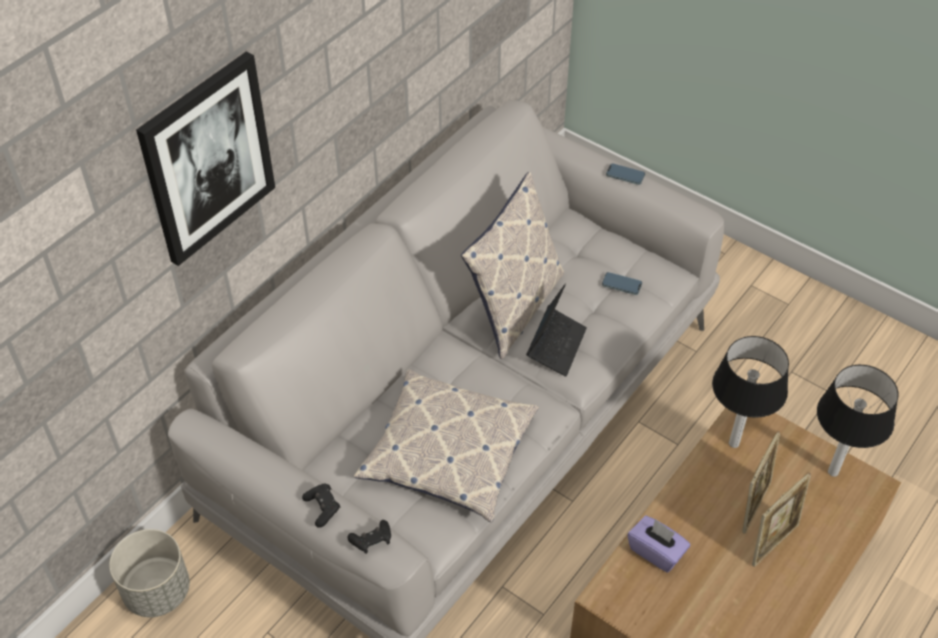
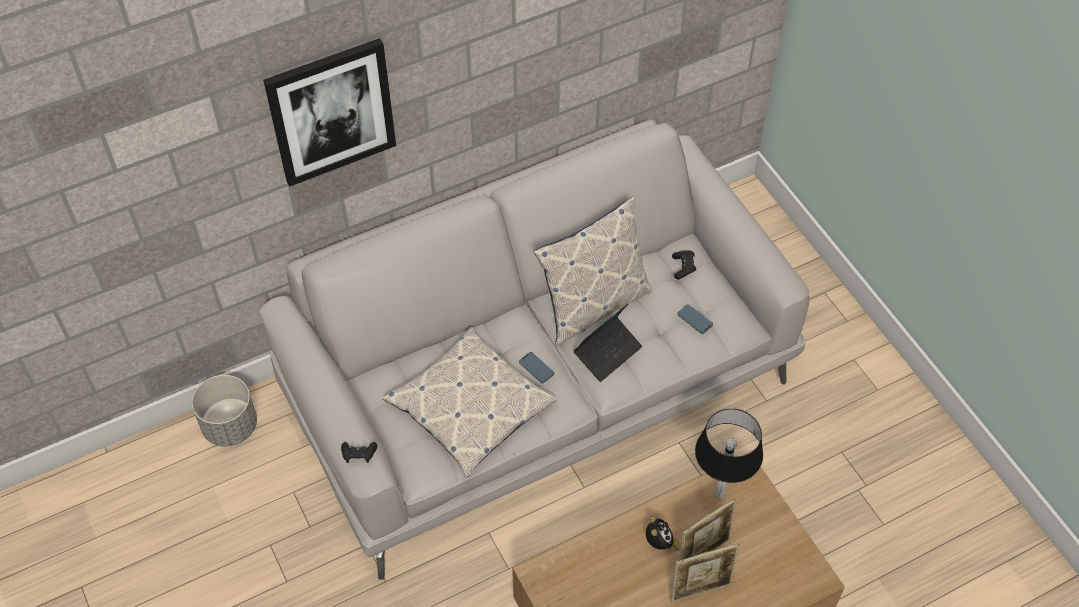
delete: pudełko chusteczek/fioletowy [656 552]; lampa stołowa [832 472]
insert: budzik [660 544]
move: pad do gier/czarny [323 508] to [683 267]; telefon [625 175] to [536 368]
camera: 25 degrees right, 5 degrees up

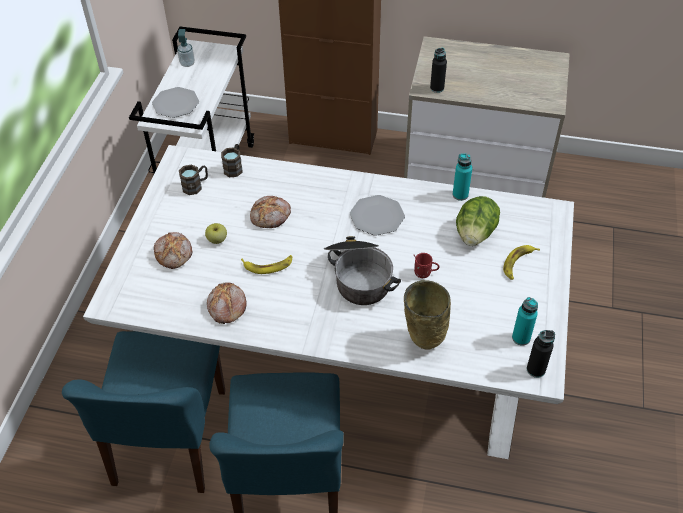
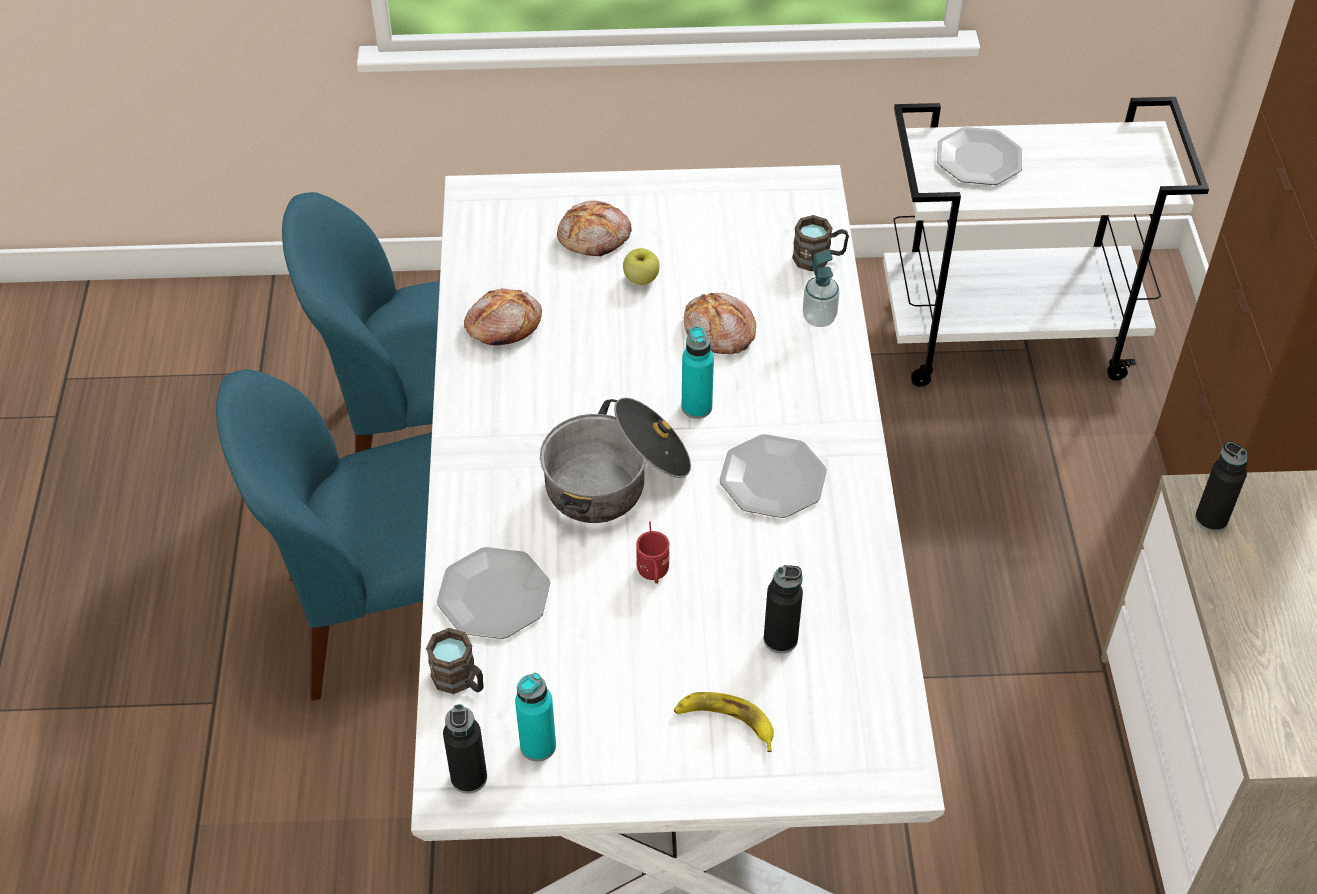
delete: banan [268 265]
move: dozownik mydła [187 63] to [819 318]; kubek/brązowy [196 186] to [460 680]; butelka/turkusowy [460 195] to [696 407]
replace: wazon/beżowy [423 341] to talerz [494 595]; sałata [475 234] to butelka/czarny [780 639]
camera: 75 degrees right, 0 degrees up

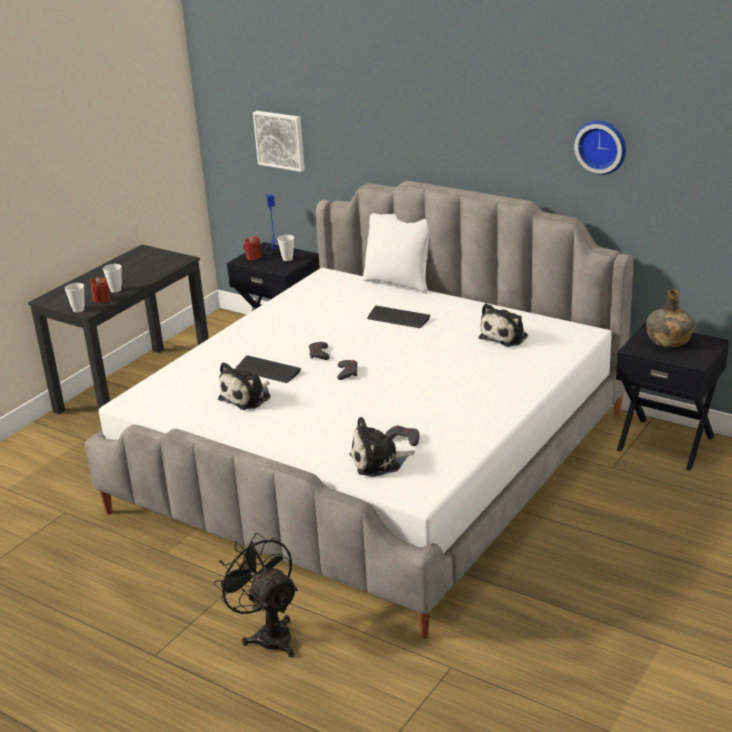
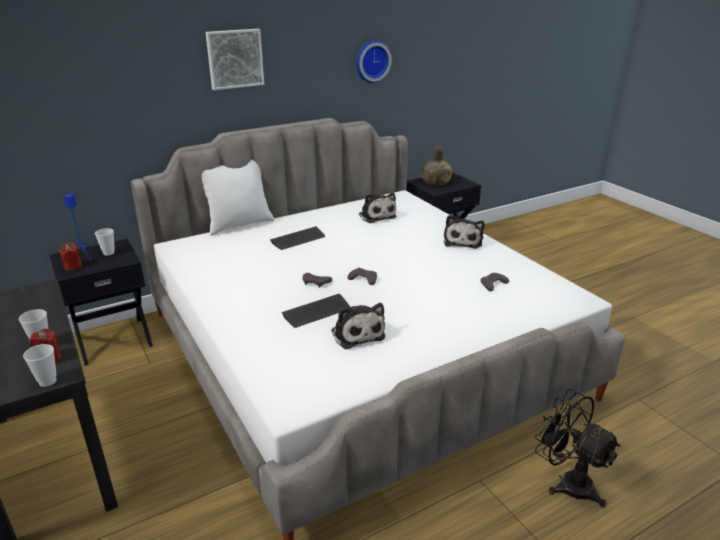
move: obraz [280 140] to [234 58]; pluszak [379 462] to [463 241]
rotate: wentylator/czarny [268 634] = [567 482] 60 degrees clockwise
camera: 65 degrees left, 0 degrees up

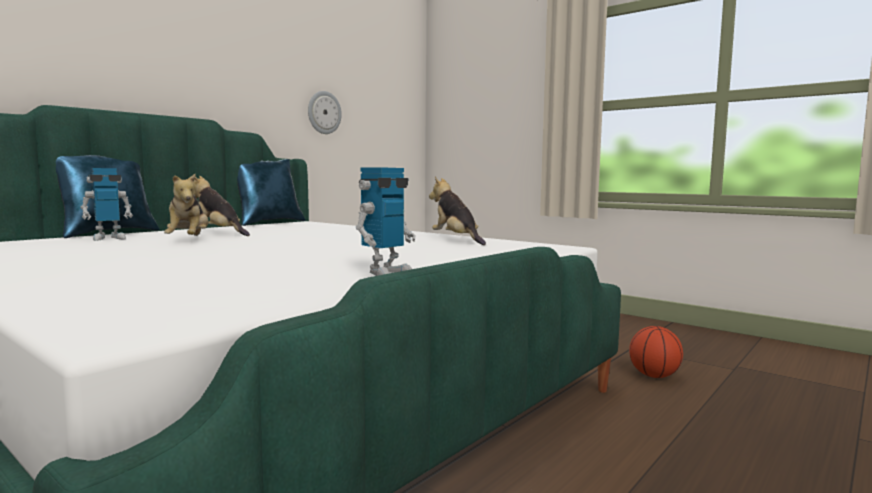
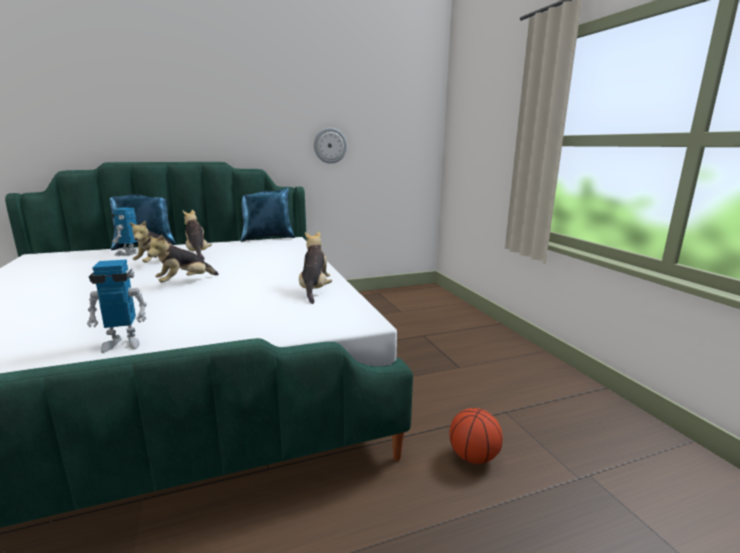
insert: pluszak [184 282]
rotate: robot zabawkowy [108 238] = [128 253] 105 degrees clockwise
camera: 30 degrees right, 10 degrees up

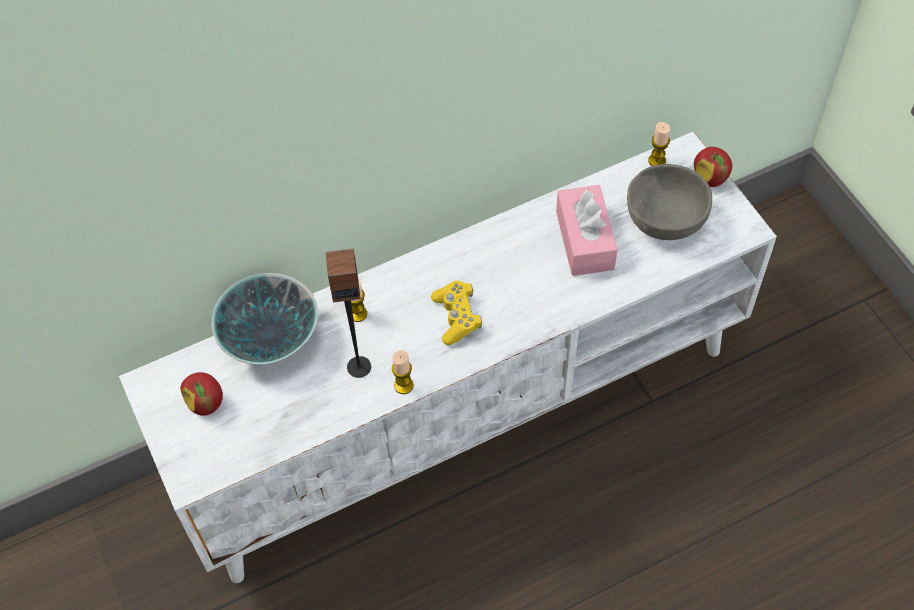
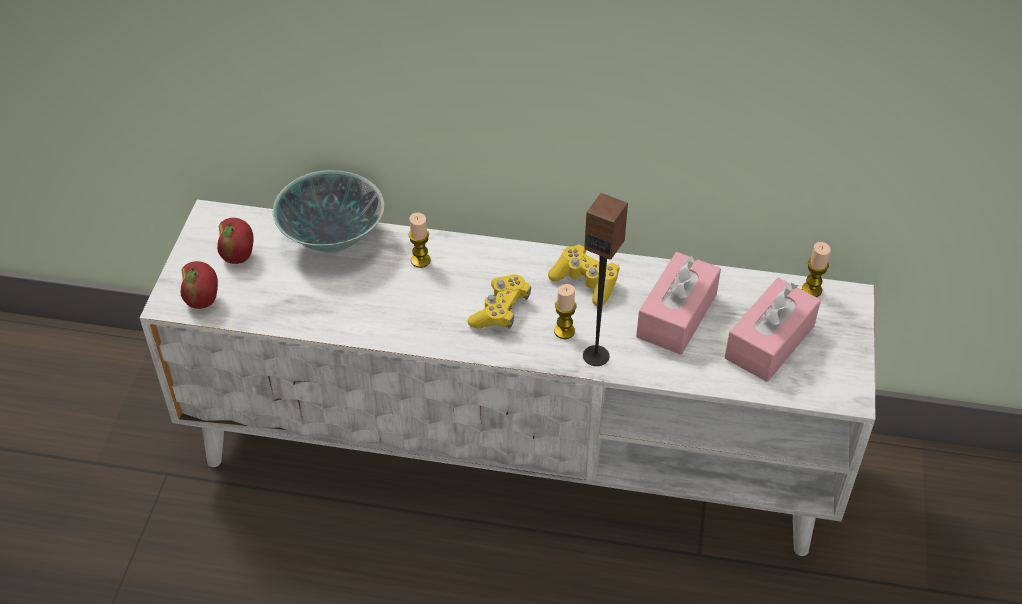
insert: pad do gier/żółty [585 282]
move: głośnik [359 366] to [596 355]; świeca [403 385] to [564 331]; jabłko [710 179] to [203 300]
replace: miska/szary [663 221] to pudełko chusteczek/różowy [769 342]
camera: 35 degrees right, 10 degrees down

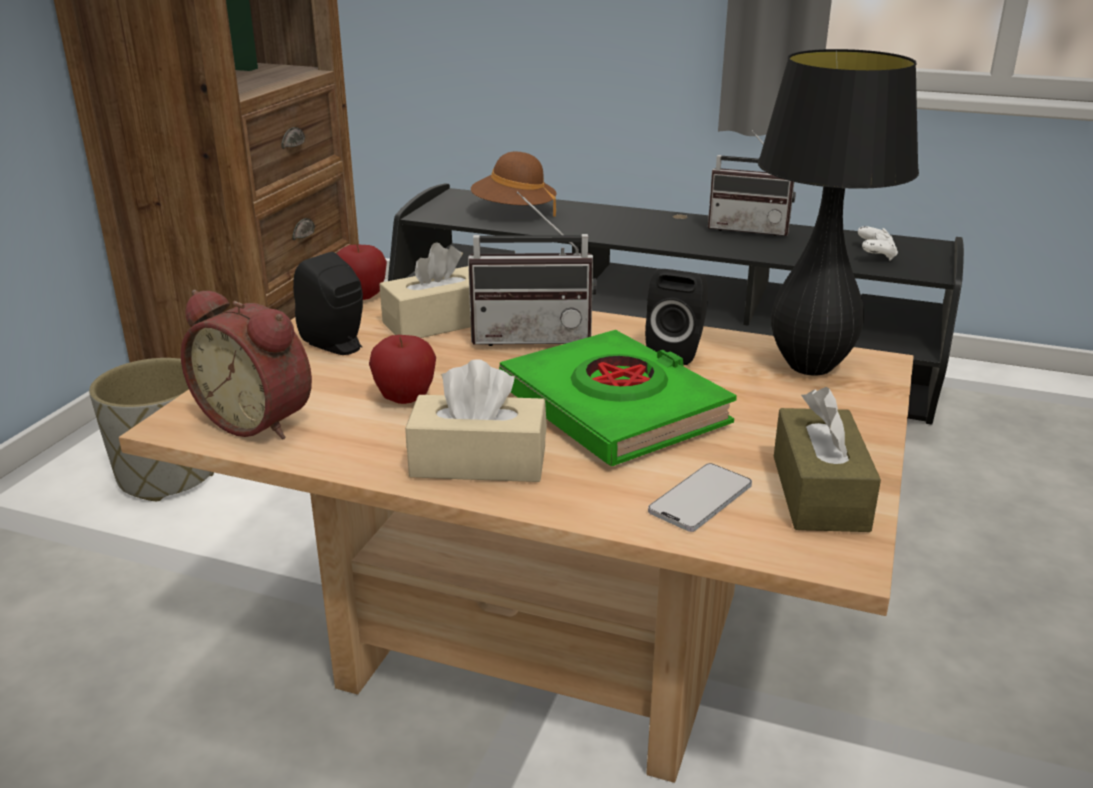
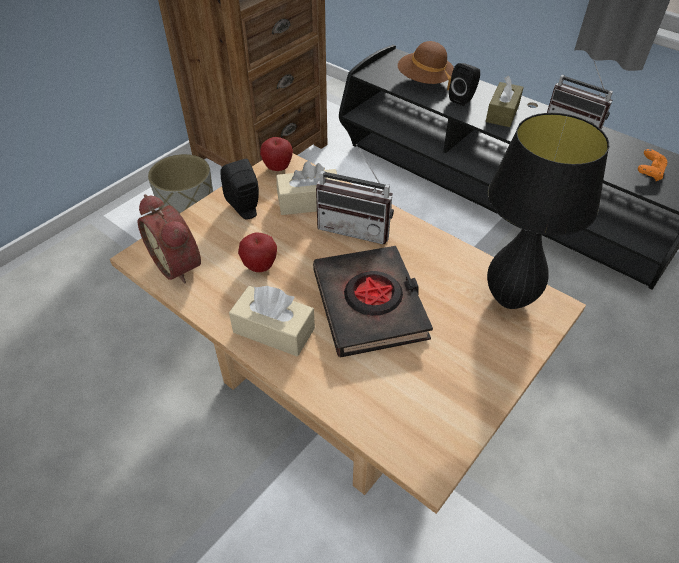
delete: telefon [700 499]
move: głośnik/czarny [677 351] to [463 99]; pudełko chusteczek/brązowy [819 492] to [502 113]
recolor: książka/zielony [614 408] to książka/czarny [370 305]; pad do gier/biały [875 254] to pad do gier/pomarańczowy [649 172]
camera: 20 degrees right, 20 degrees up

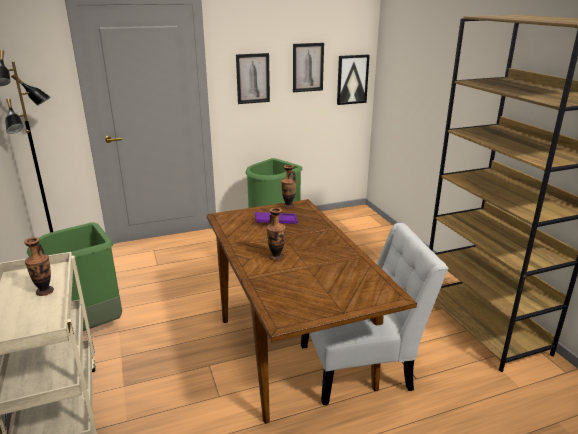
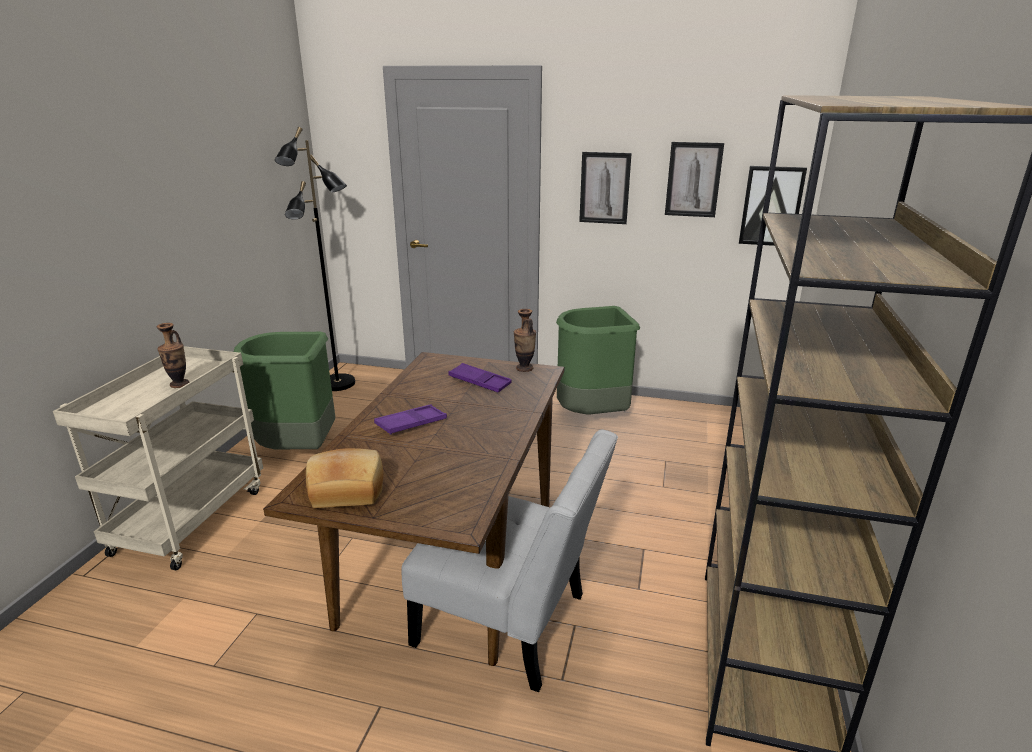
insert: chleb [347 490]
replace: wazon [276 257] to taca/fioletowy [411 424]
camera: 35 degrees right, 0 degrees up

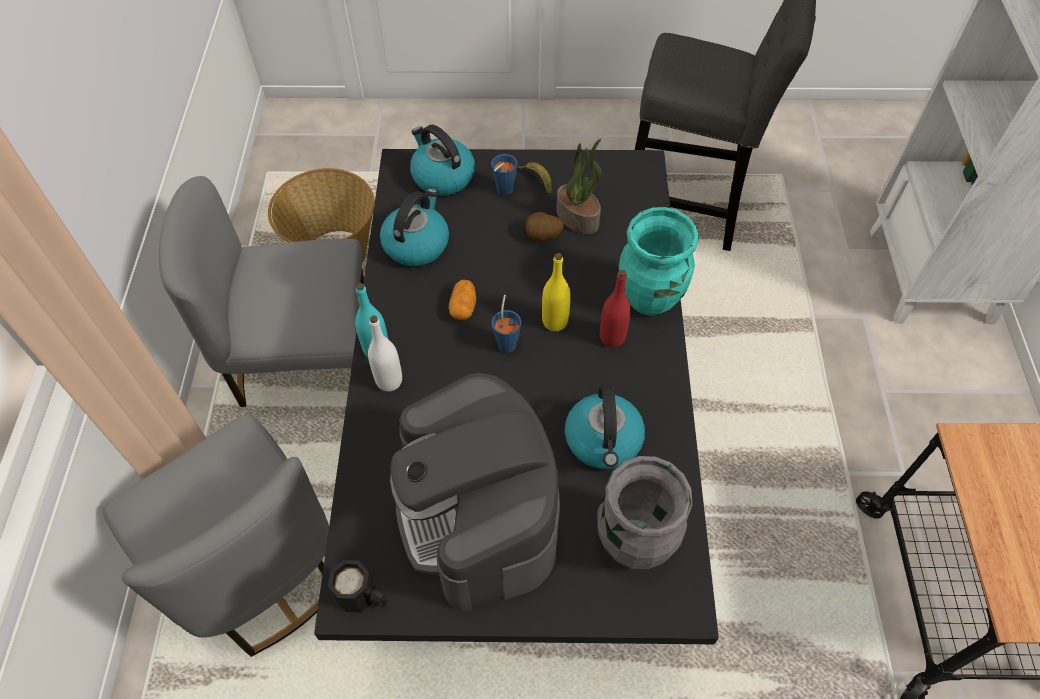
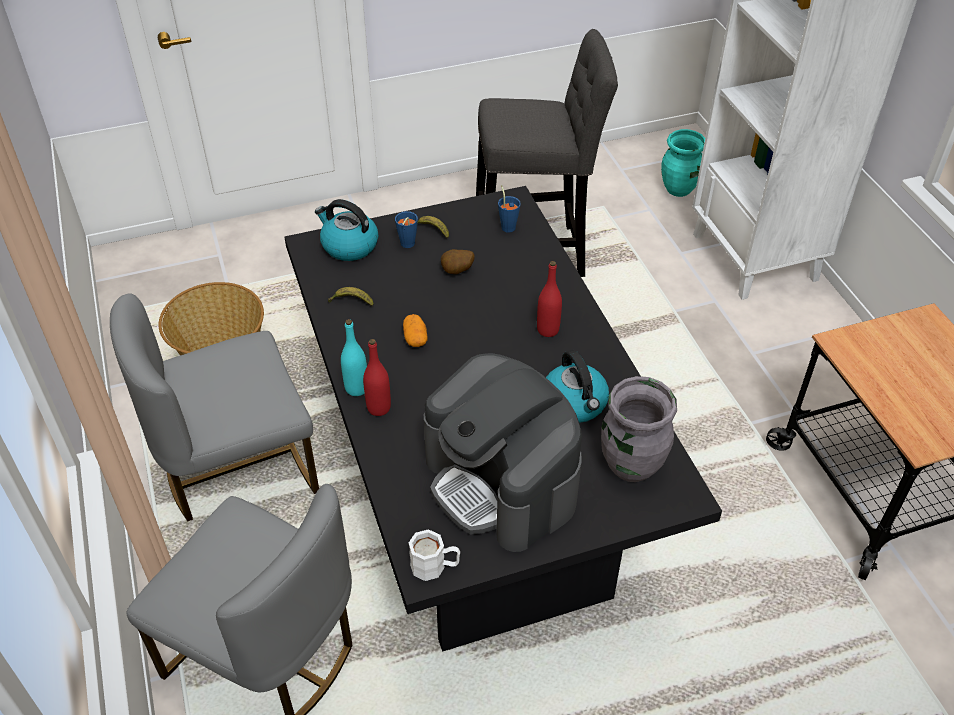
delete: butelka/żółty [555 322]; roślina doniczkowa [578 217]
move: filiżanka/niebieski [507 341] to [507 225]; wazon/turkusowy [650 299] to [679 189]
replace: czajnik [416 244] to banan [351 301]
recolor: kubek/czarny [363 597] to kubek/biały [435 566]; butelka/biały [389 381] to butelka/czerwony [378 408]
camera: 20 degrees left, 10 degrees down

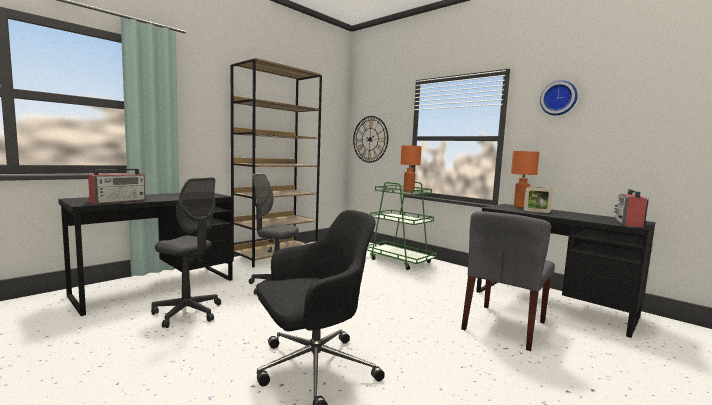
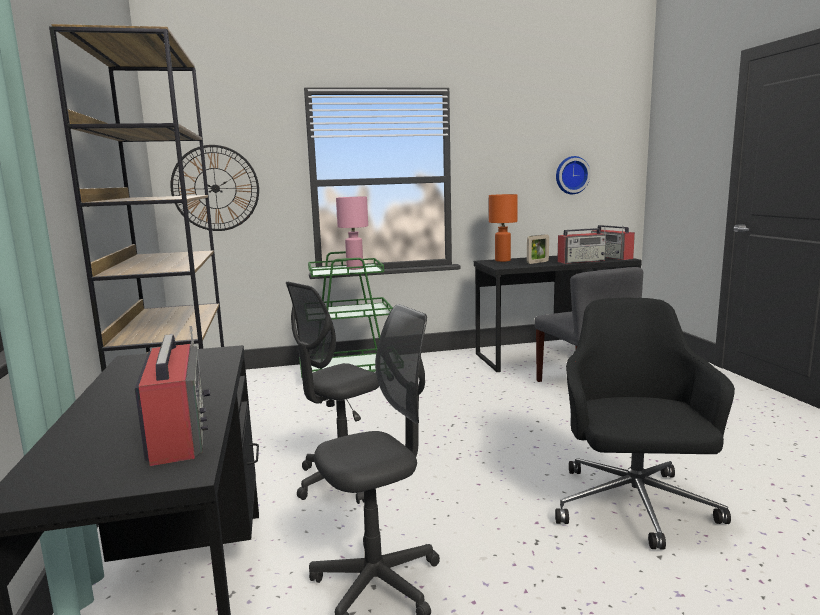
insert: radio [582 261]
move: zegar ścienny [559 98] to [571 175]
recolor: lampa stołowa/pomarańczowy [408 191] to lampa stołowa/różowy [354 268]
camera: 55 degrees left, 5 degrees up

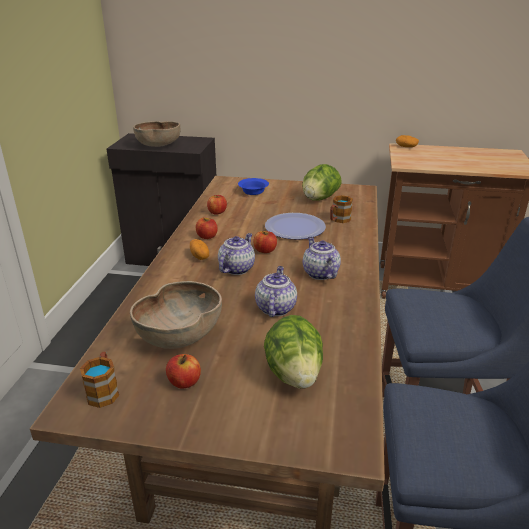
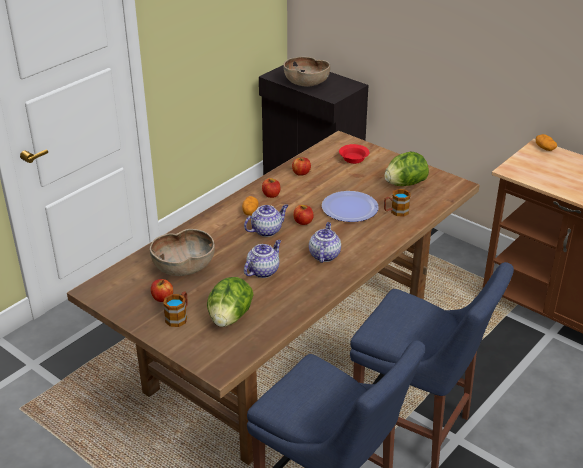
move: kubek [104 390] to [179 317]
recolor: miska/niebieski [254 191] to miska/czerwony [354 159]
camera: 30 degrees right, 5 degrees up

